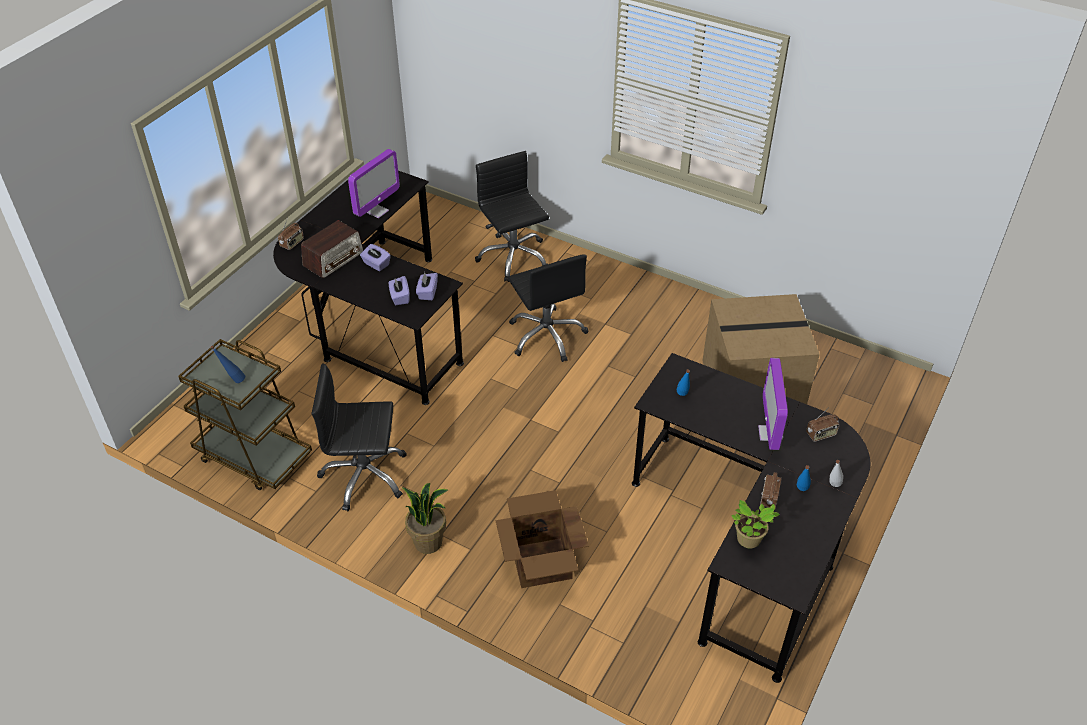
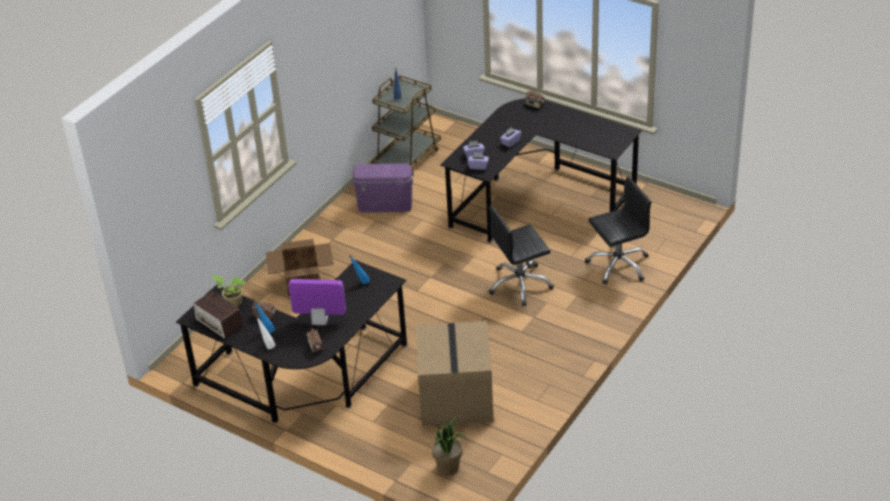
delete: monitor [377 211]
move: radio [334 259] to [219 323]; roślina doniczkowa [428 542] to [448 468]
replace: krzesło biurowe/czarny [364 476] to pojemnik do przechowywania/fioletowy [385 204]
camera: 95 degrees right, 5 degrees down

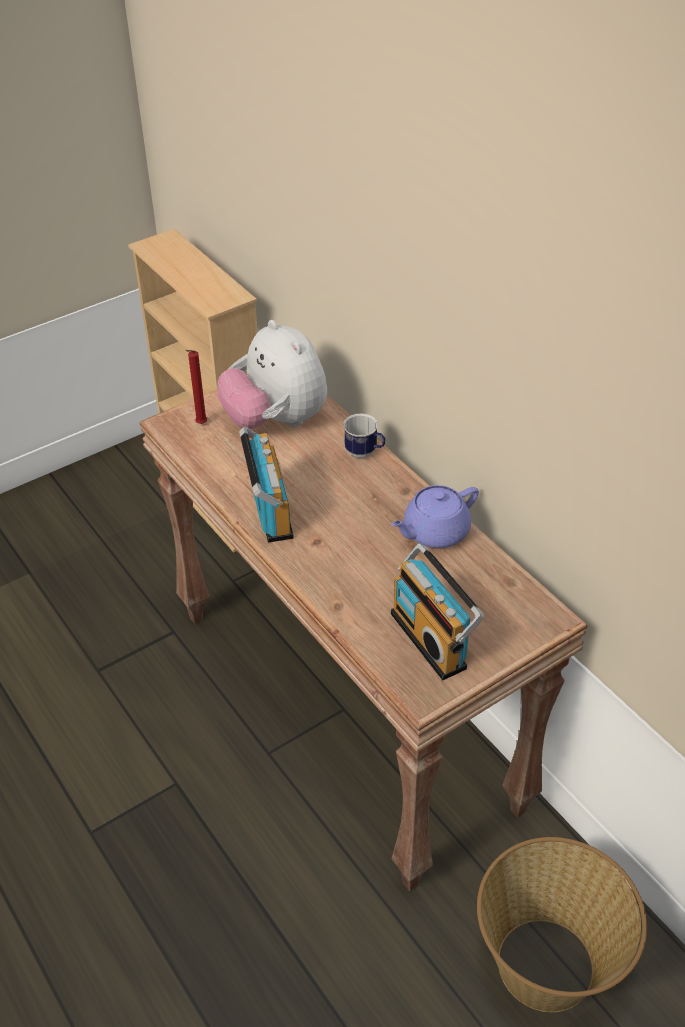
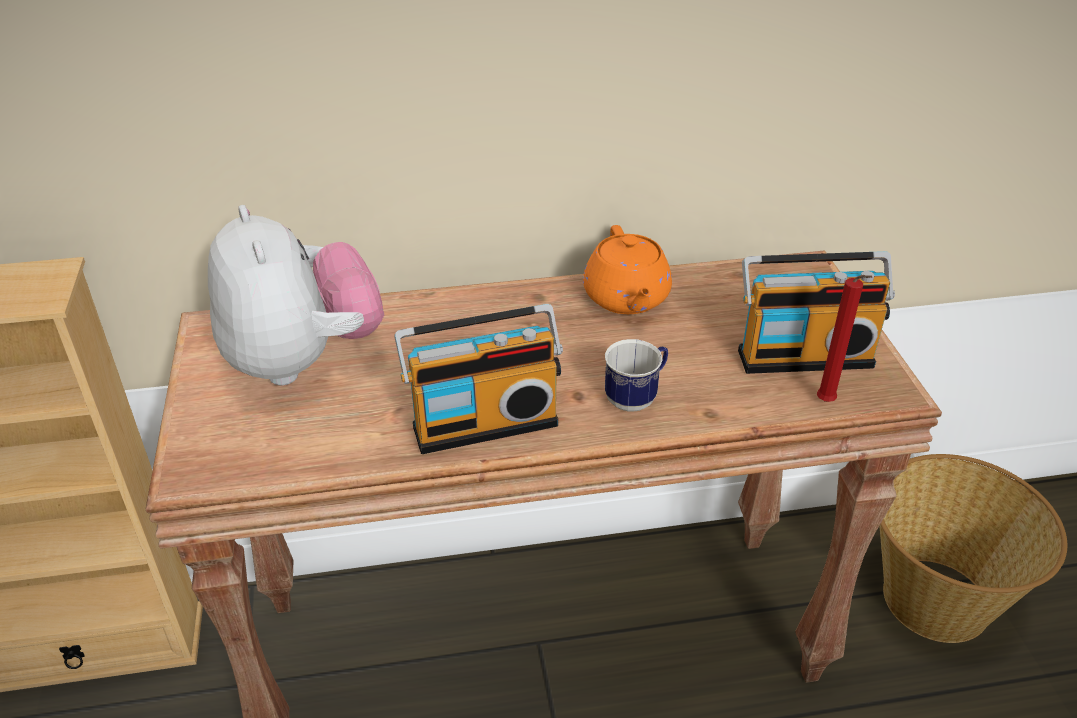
move: świeca/czerwony [200 425] to [827 403]; kubek [365 453] to [636 398]
recolor: imbryk/fioletowy [434 532] to imbryk/pomarańczowy [626 298]
rotate: pluszak [276 421] = [303 360] 105 degrees counterclockwise; radio [268 511] = [484 422] 150 degrees clockwise
camera: 65 degrees left, 5 degrees down

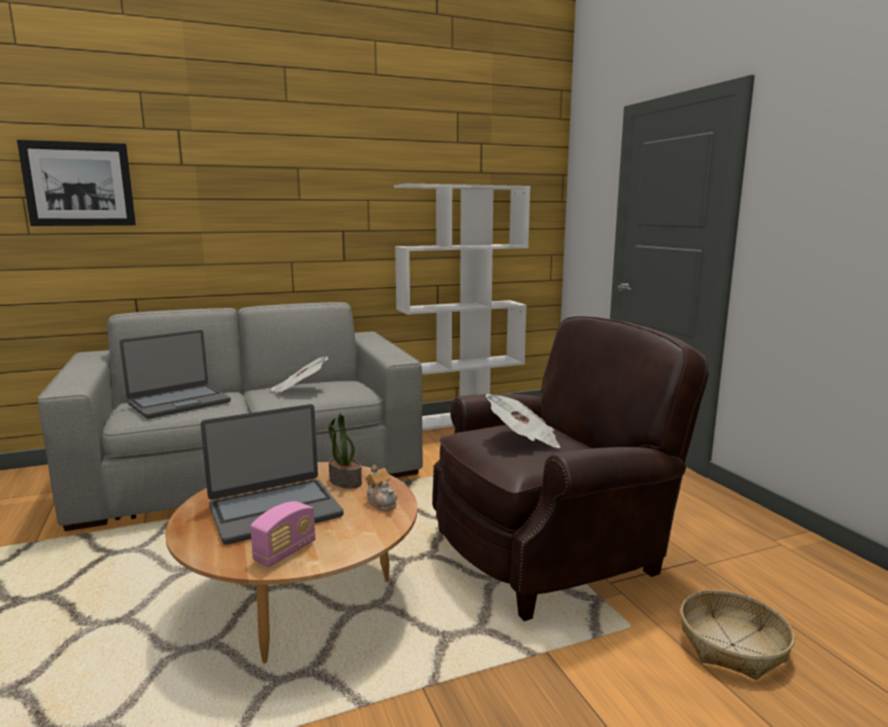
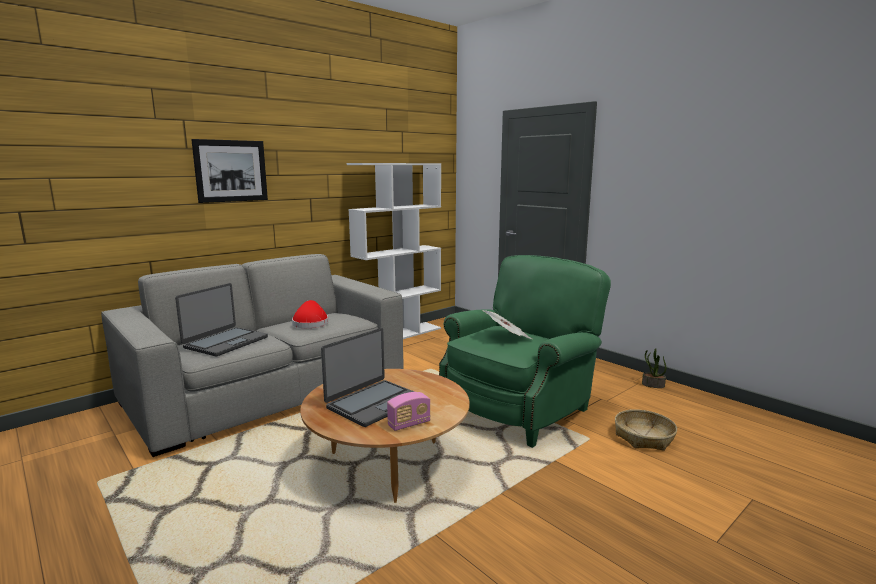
delete: imbryk [382 502]
move: obraz [79 184] to [231 171]; roślina doniczkowa [344 481] to [652 385]
replace: gazeta [299 390] to kapelusz/czerwony [310 323]
recolor: fotel/brązowy [553 550] to fotel/zielony [520 407]
rotate: radio [285 552] = [409 424] 45 degrees clockwise
camera: 20 degrees left, 0 degrees up

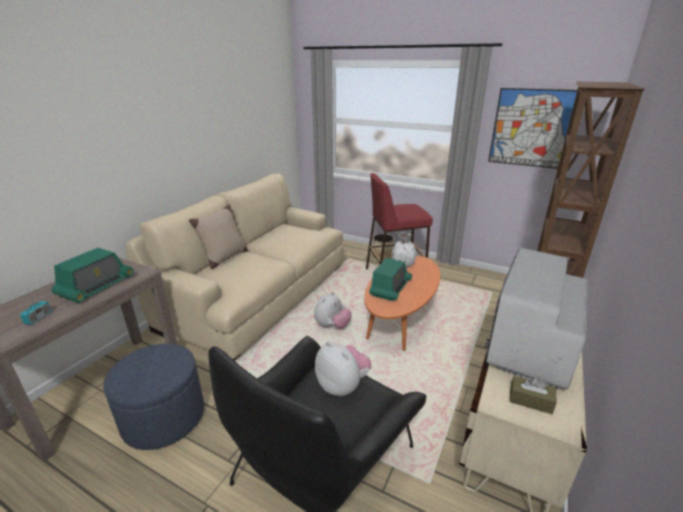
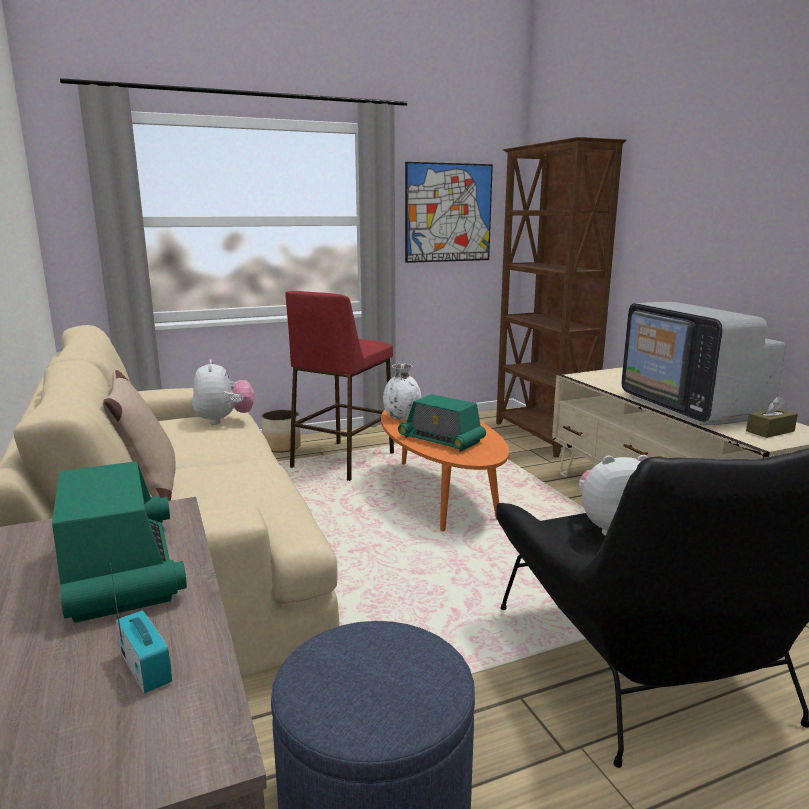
move: pluszak [332 326] to [224 420]
rotate: radio [390 288] = [441 439] 150 degrees clockwise
camera: 50 degrees left, 10 degrees down

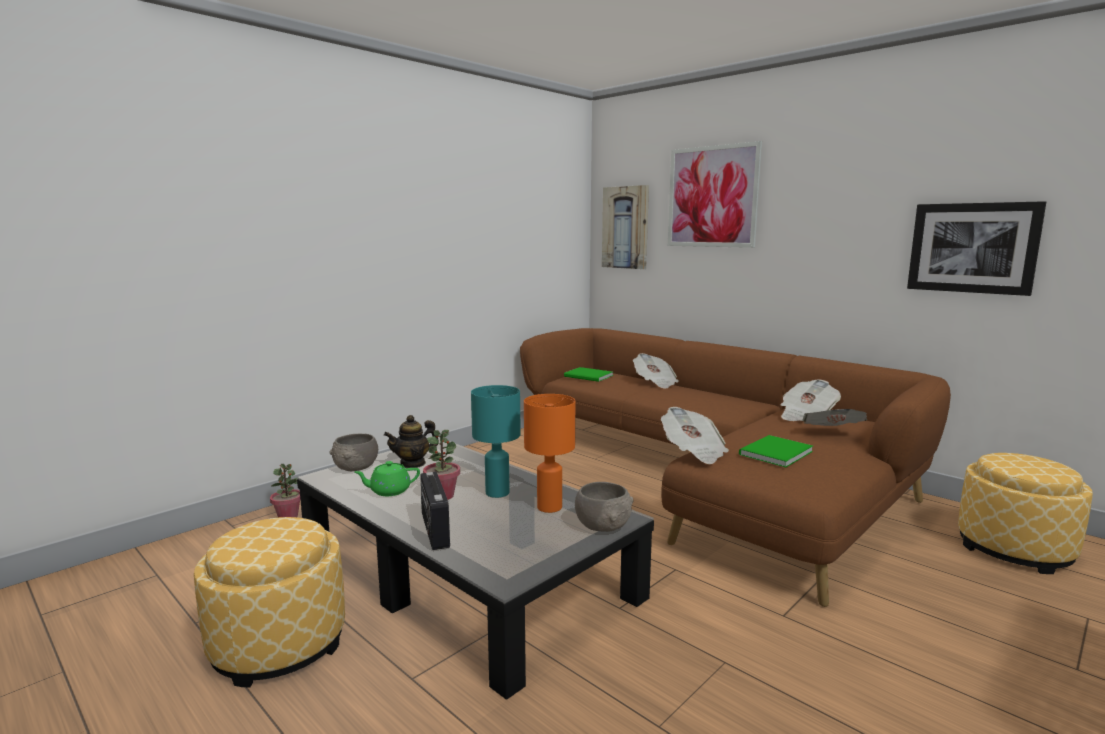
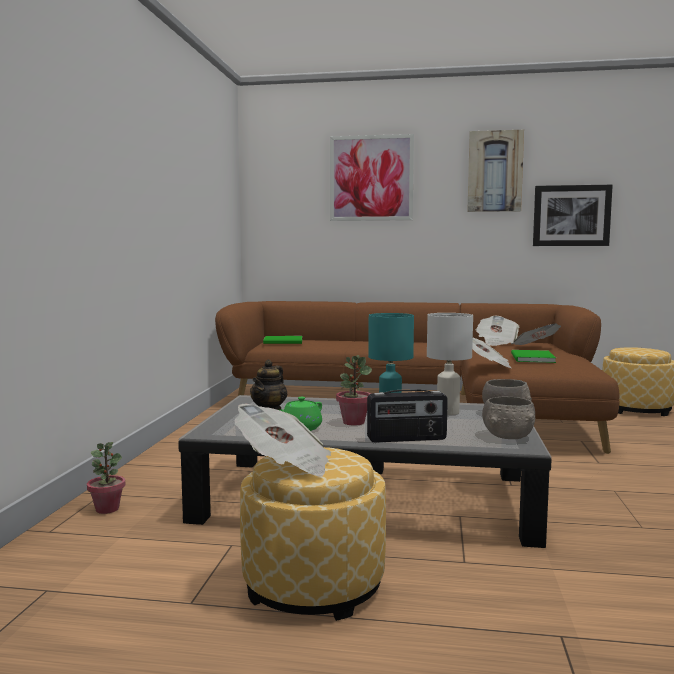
move: miska/szary [356 467] to [508 436]; obraz [625 227] to [495 171]; gazeta [655 383] to [285 464]
recolor: lampa stołowa/pomarańczowy [549 507] to lampa stołowa/biały [448 413]
rotate: radio [434 531] = [407 439] 45 degrees counterclockwise
camera: 35 degrees left, 5 degrees down

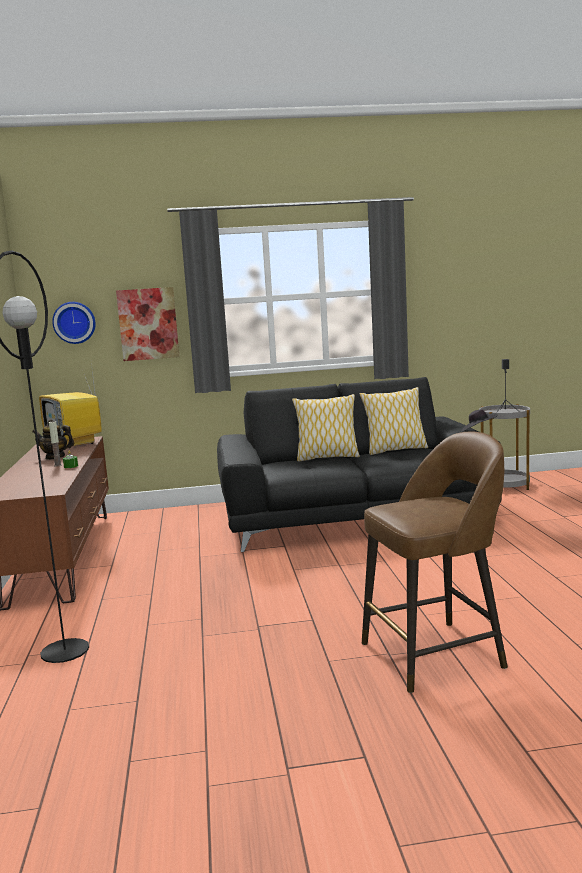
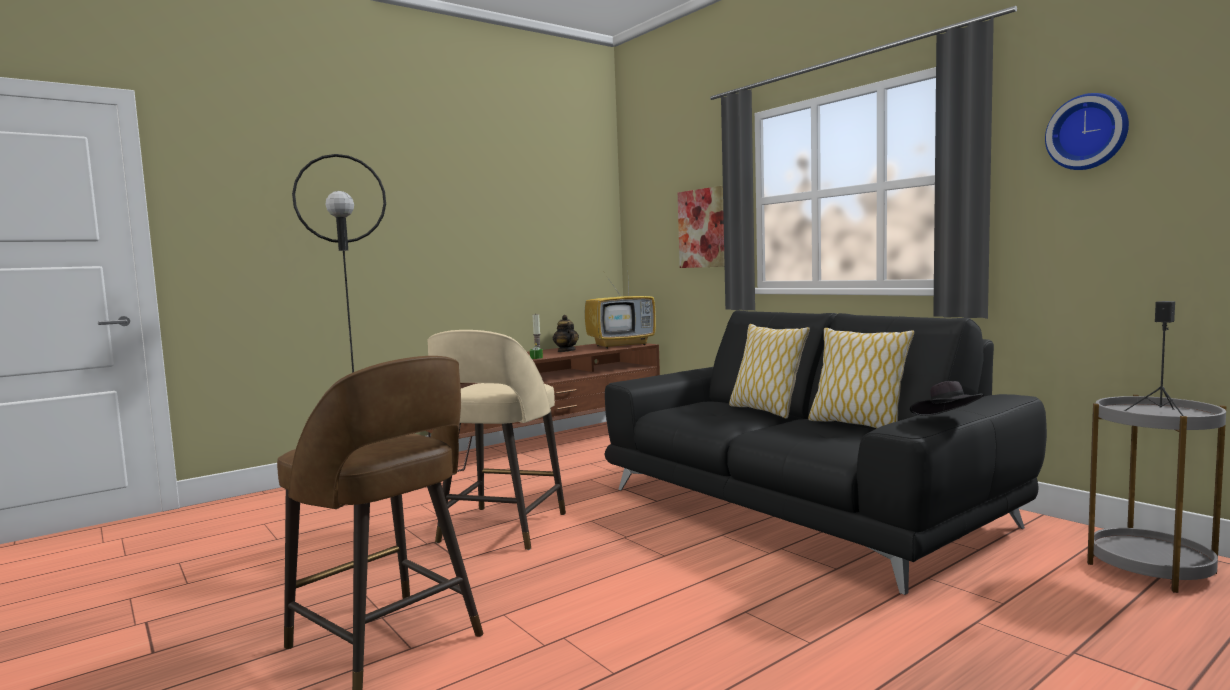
insert: stołek/beżowy [501 529]
move: zegar ścienny [74 322] to [1088 132]
rotate: telewizor [75 443] = [622 345] 135 degrees counterclockwise
camera: 60 degrees right, 5 degrees down

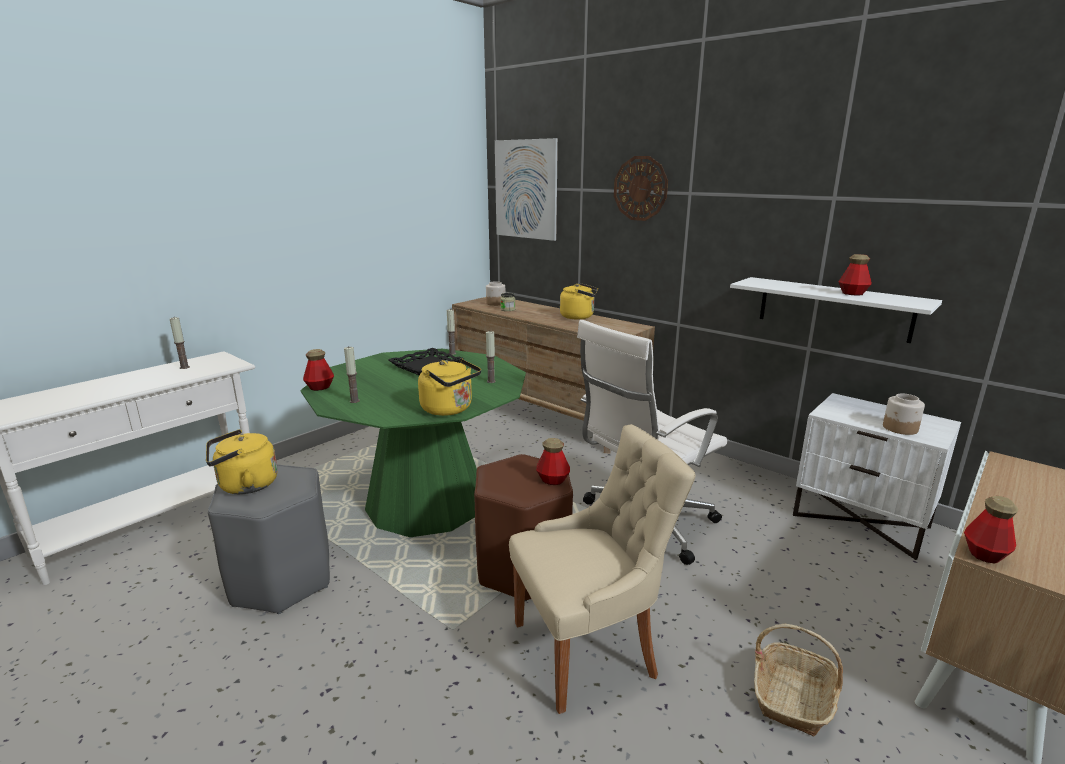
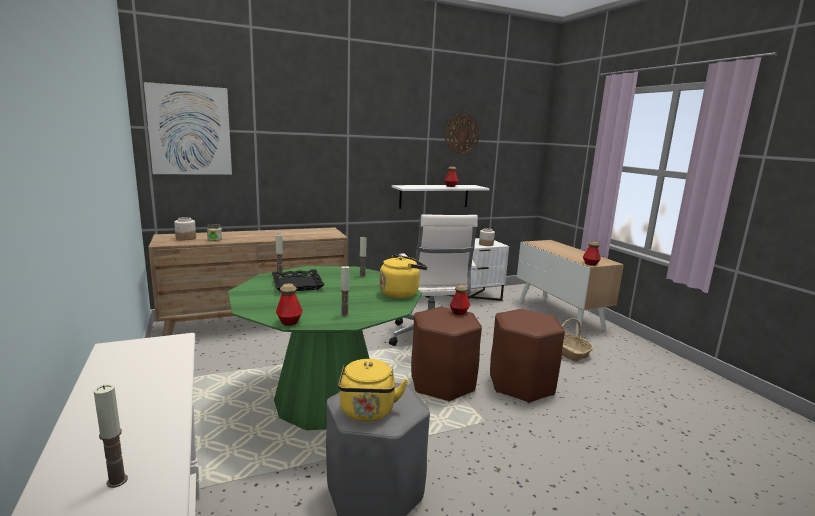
delete: czajnik/żółty [579 317]
move: świeca [184 367] to [117 481]; zegar ścienny [640 188] to [461 134]
replace: krzesło/beżowy [589 649] to stołek/brązowy [521 384]
camera: 65 degrees left, 5 degrees down

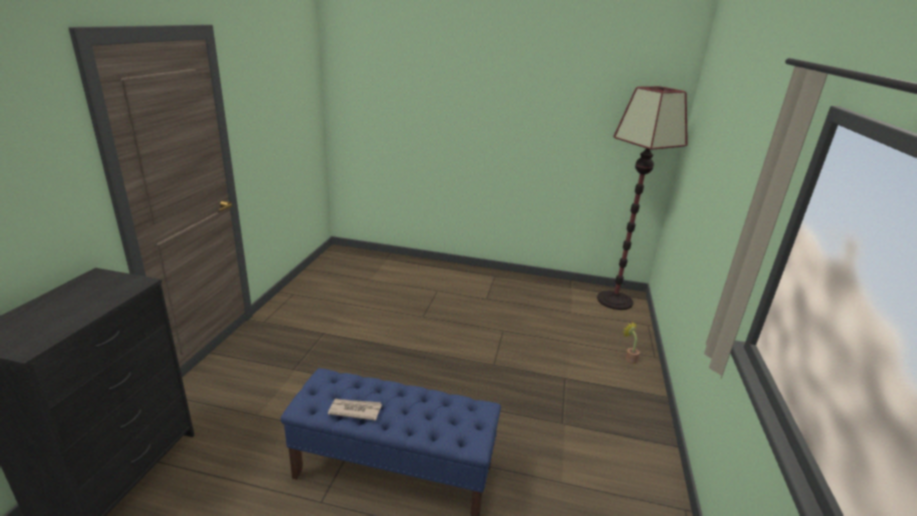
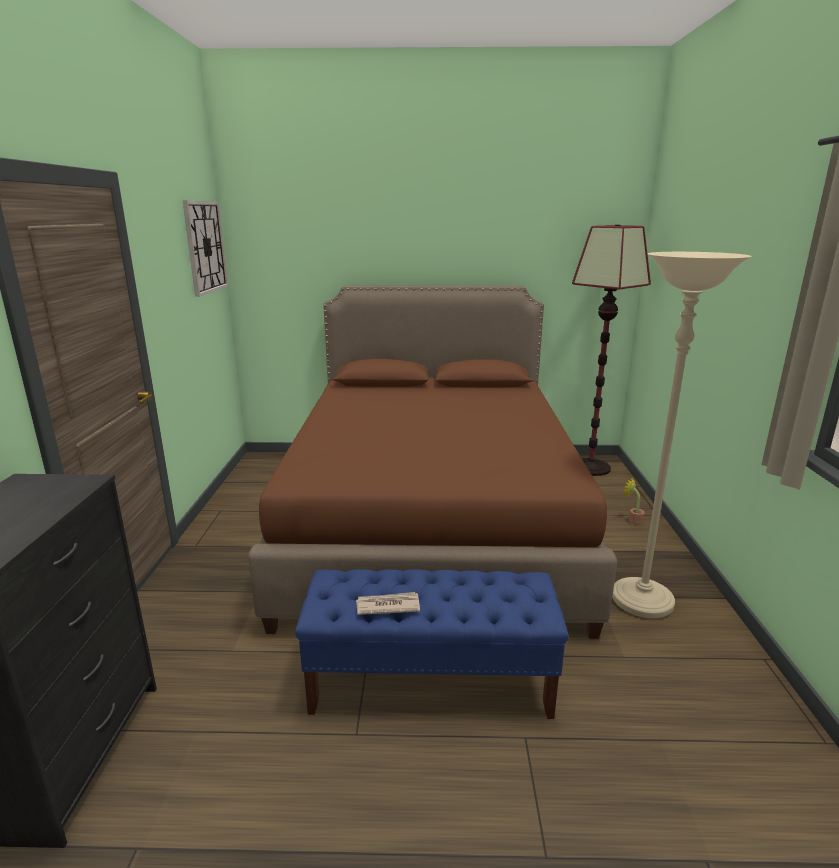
insert: zegar ścienny [205 247]; łóżko/brązowy [431 521]; lampa stojąca/beżowy [641 601]
camera: 10 degrees left, 5 degrees down

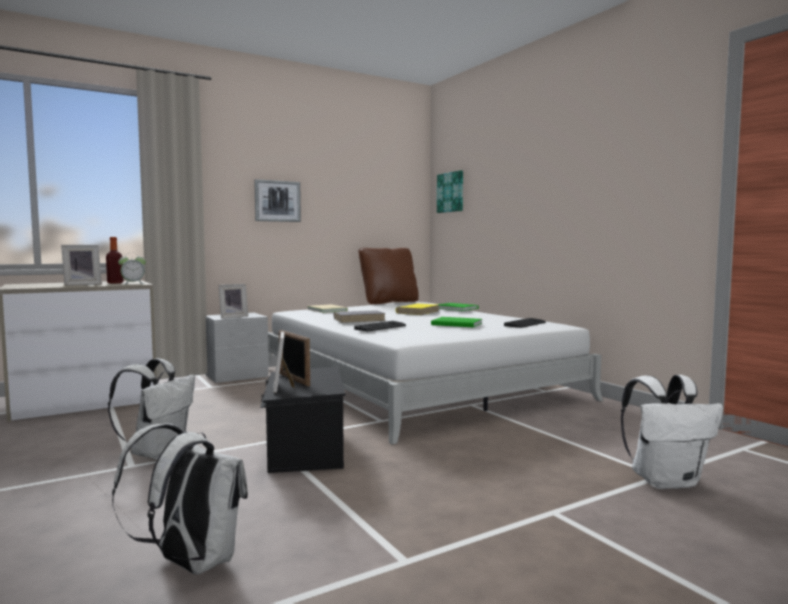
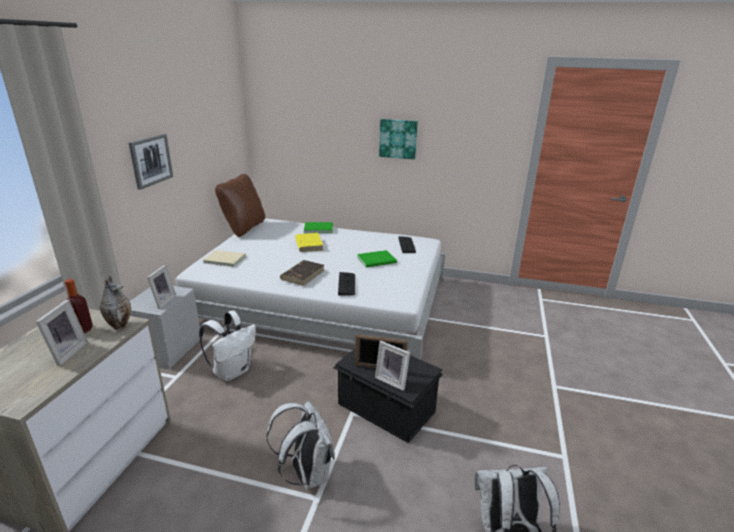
move: obraz [451 192] to [398 138]; plecak/biały [666 481] to [232 371]
replace: budzik [133 283] to wazon [120 325]
recolor: książka/szary [359 319] to książka/brązowy [303 274]
camera: 45 degrees left, 20 degrees up

